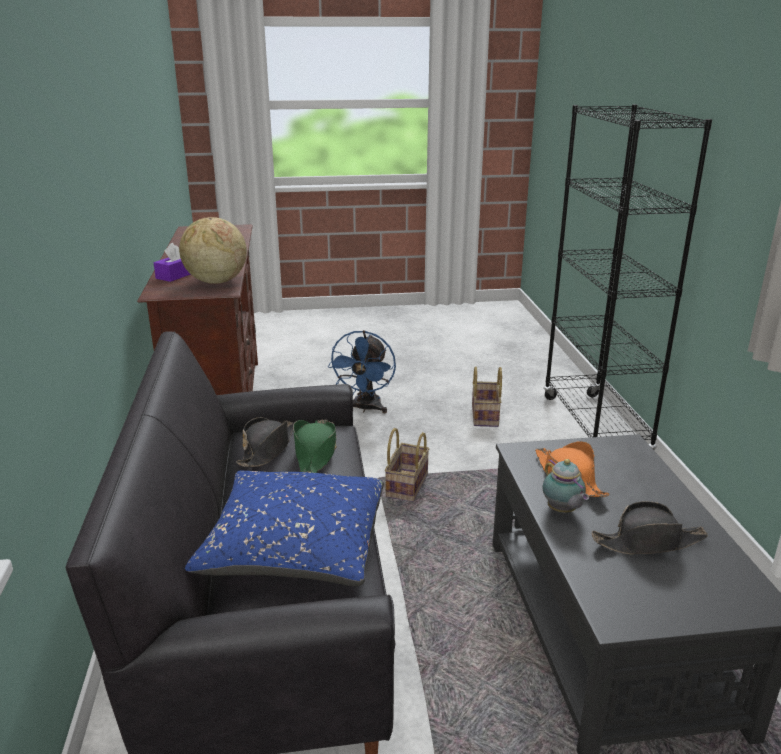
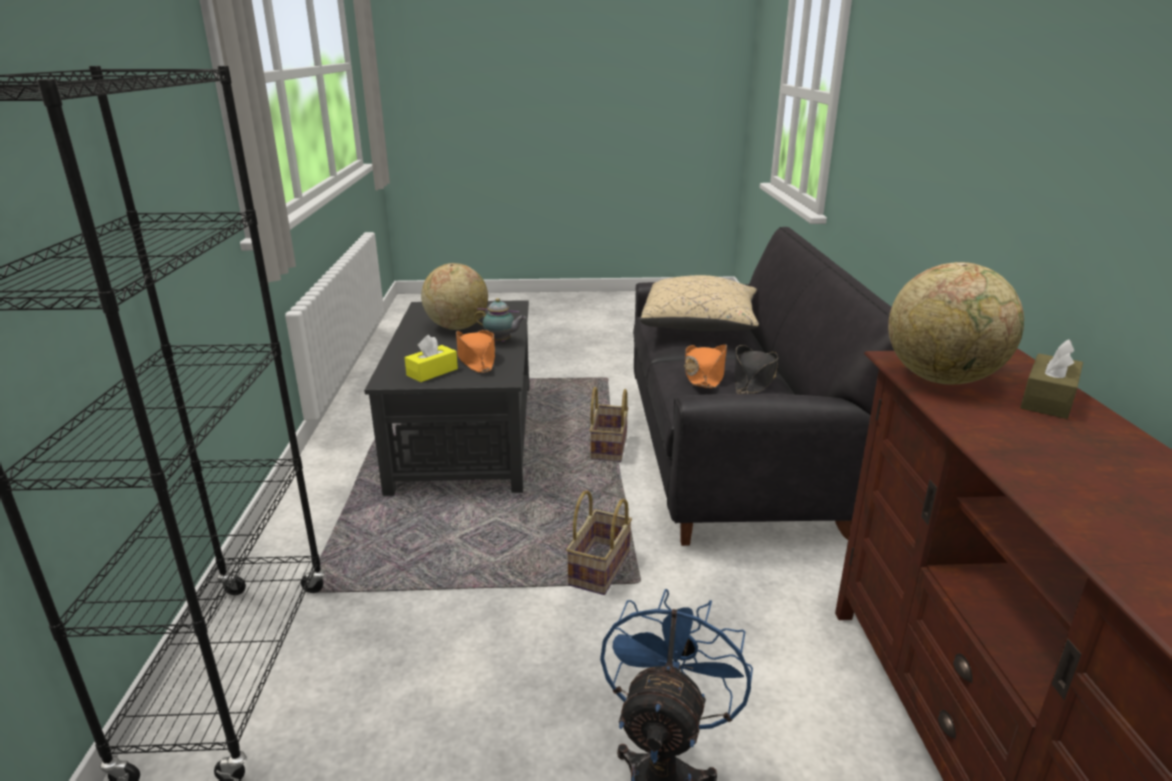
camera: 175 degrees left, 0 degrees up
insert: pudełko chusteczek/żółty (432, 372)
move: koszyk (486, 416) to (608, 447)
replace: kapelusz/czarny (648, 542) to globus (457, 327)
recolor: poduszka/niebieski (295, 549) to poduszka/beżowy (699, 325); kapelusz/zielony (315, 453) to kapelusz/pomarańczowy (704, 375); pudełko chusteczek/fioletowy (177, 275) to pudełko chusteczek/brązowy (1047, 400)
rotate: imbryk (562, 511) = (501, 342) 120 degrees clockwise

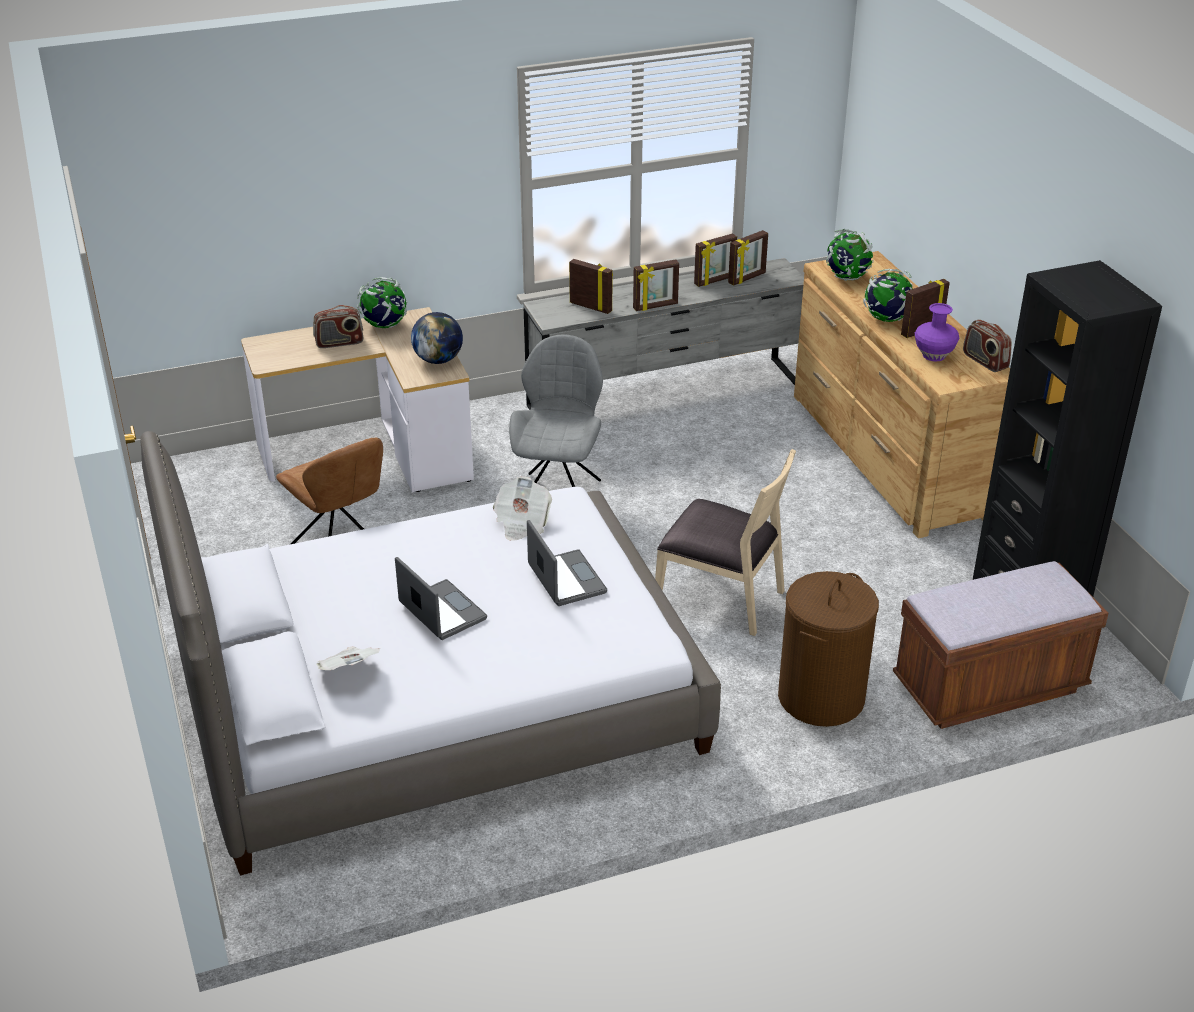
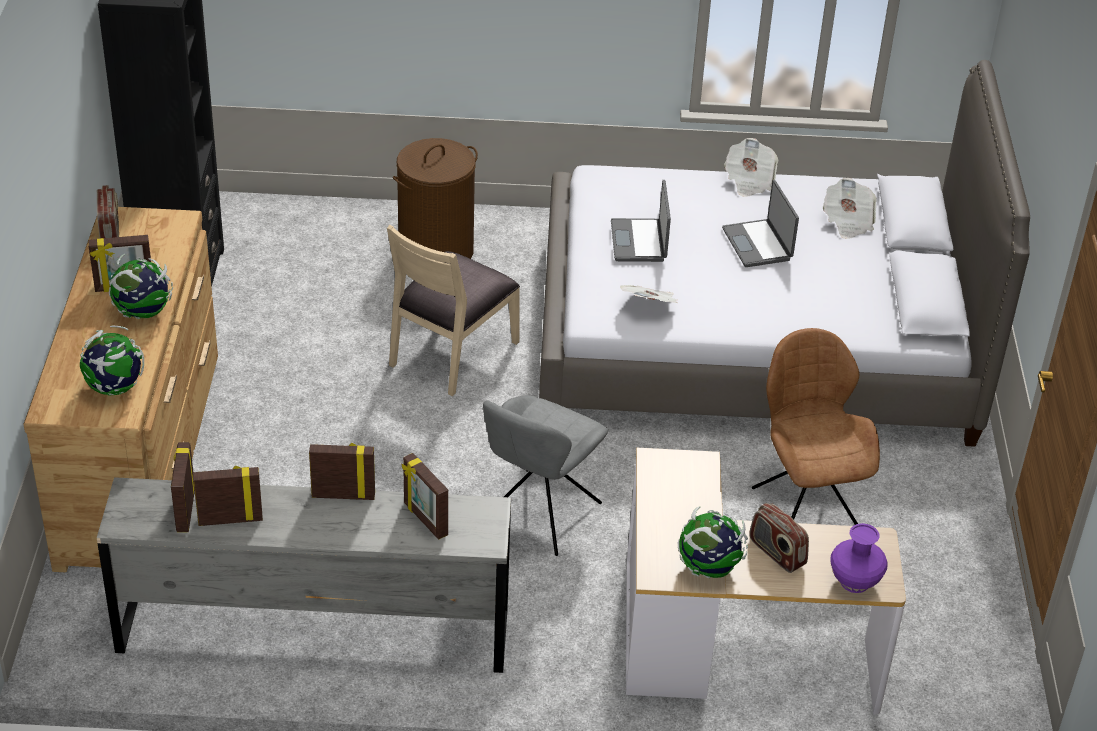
camera: 160 degrees left, 5 degrees up
delete: globus (438, 360); ławka/brązowy (989, 686)
insert: gazeta (749, 181)
move: wazon/fioletowy (934, 356) to (854, 581)
rotate: ramka na zdjęcie (747, 278) = (185, 510) 75 degrees counterclockwise; krzesło/beżowy (721, 598) = (451, 353) 105 degrees counterclockwise; radio (339, 342) = (776, 553) 135 degrees counterclockwise

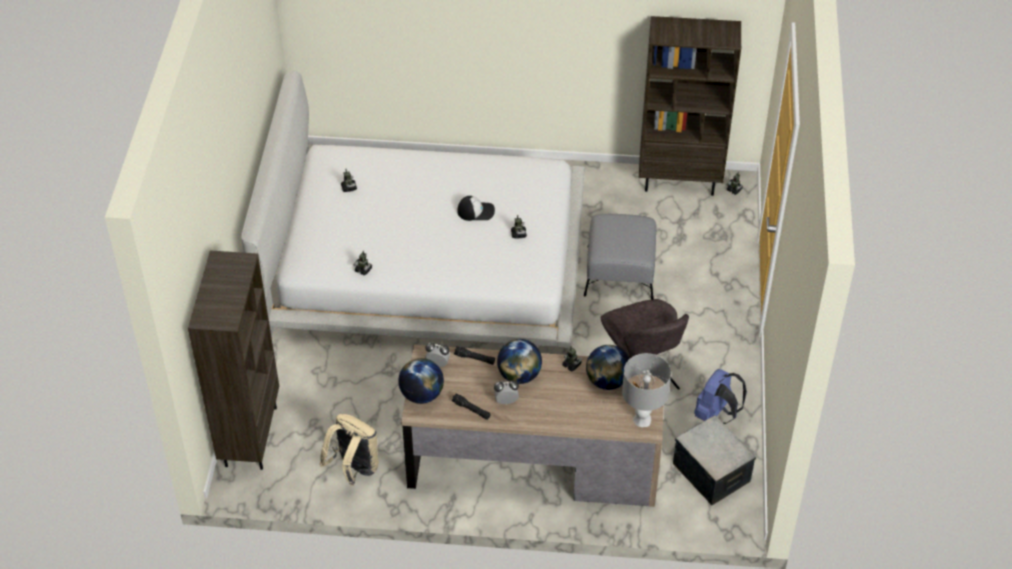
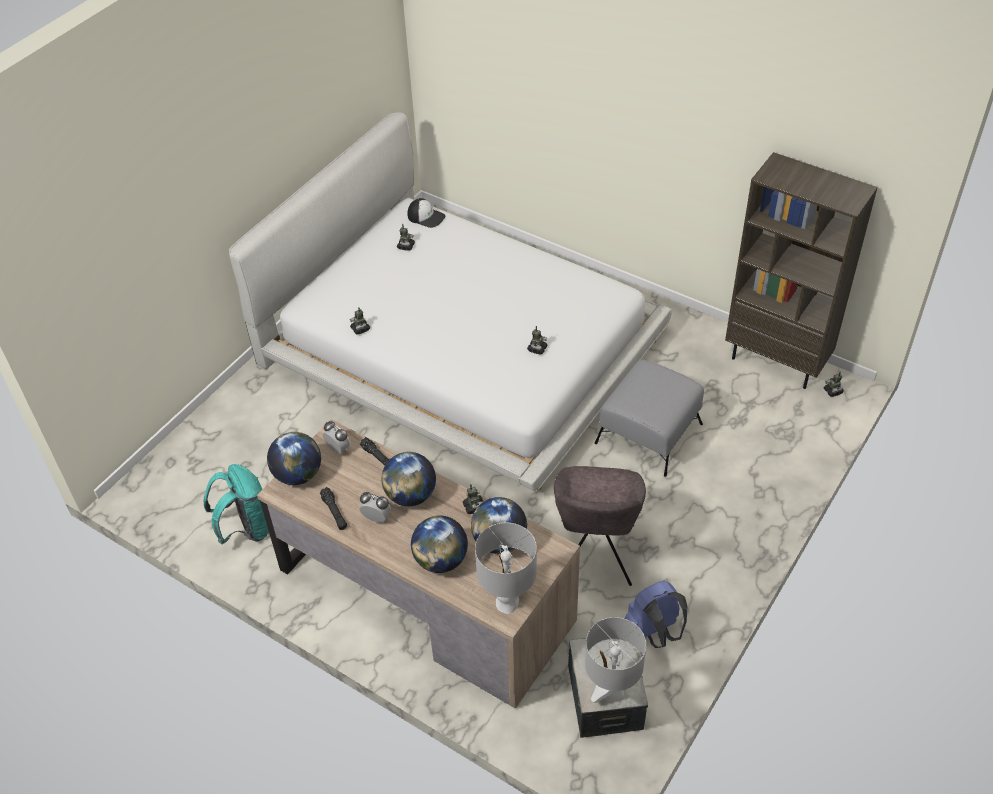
camera: 30 degrees right, 0 degrees up
delete: regał/brązowy (250, 436)
insert: globus (441, 560); lampa stołowa/szary (611, 691)
move: czapka z daszkiem (476, 211) to (426, 217)
recolor: plecak/beżowy (354, 469) to plecak/turkusowy (246, 528)

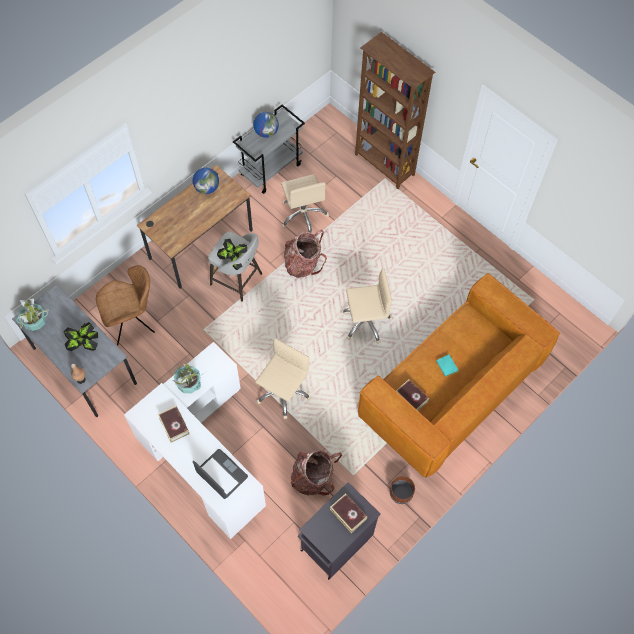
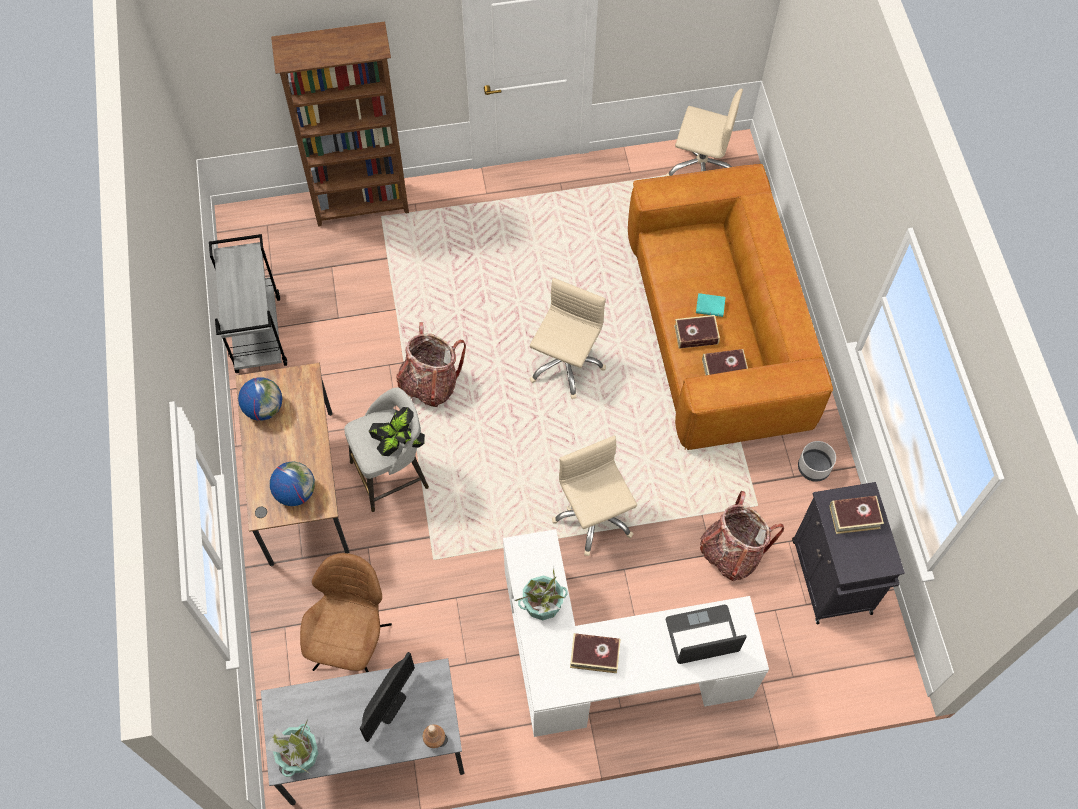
camera: 55 degrees left, 0 degrees up
insert: książka (696, 335)
move: globus (266, 132) to (295, 492); krzesło biurowe/beżowy (303, 215) to (700, 168)
replace: roślina doniczkowa (84, 345) to monitor (389, 705)
recolor: donica/brązowy (401, 493) to donica/szary (814, 467)

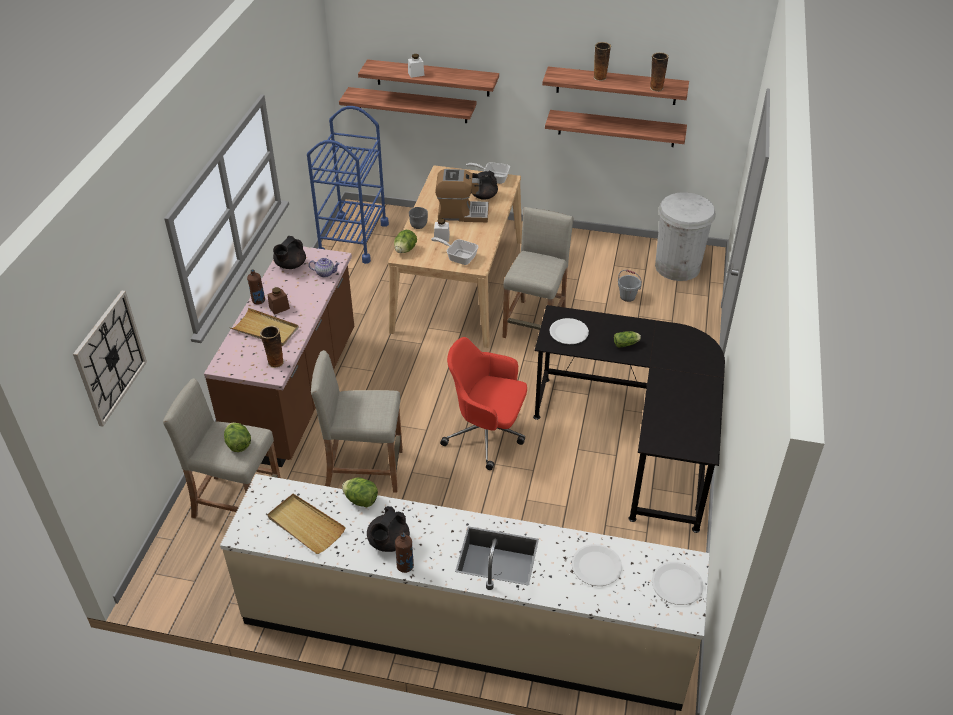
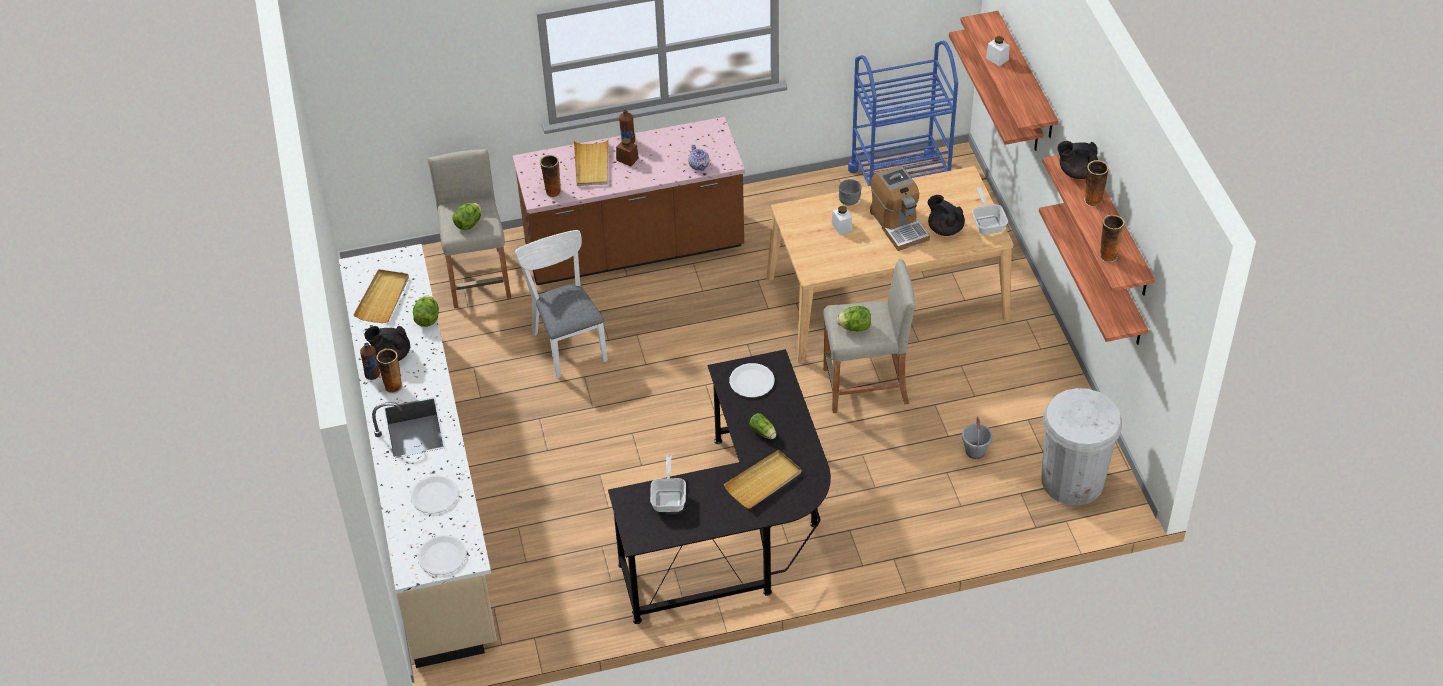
camera: 65 degrees right, 5 degrees up
delete: zegar ścienny (110, 358); krzesło biurowe/czerwony (487, 435)
insert: wazon (393, 386); taca/beżowy (763, 481)
move: patelnia (458, 257) to (669, 498); sałata (405, 250) to (855, 327); imbryk/czarny (290, 265) to (1076, 172)
replace: stołek/beżowy (364, 469) to krzesło/biały (567, 342)

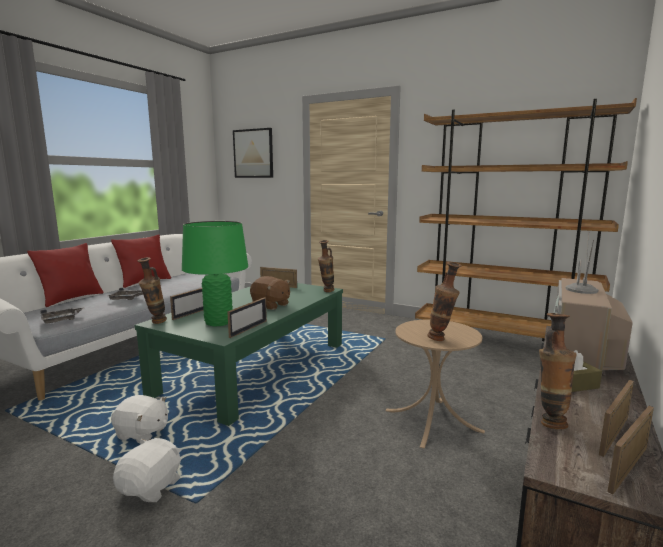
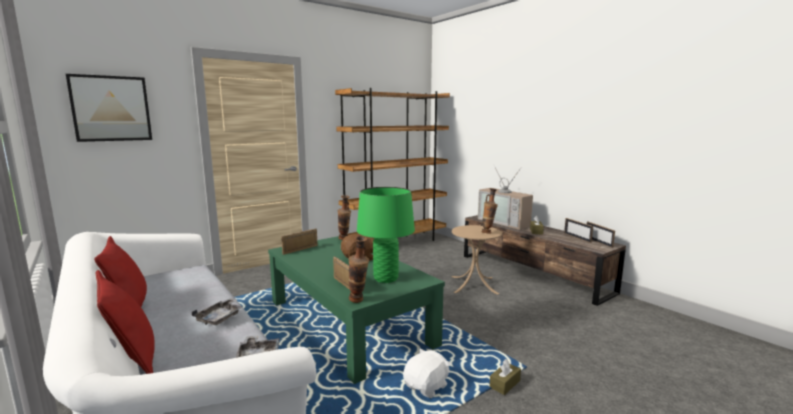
camera: 65 degrees left, 0 degrees up
delete: ramka na zdjęcie (248, 329); wazon (550, 421)
replace: pluszak/biały (151, 487) to pudełko chusteczek/brązowy (505, 384)

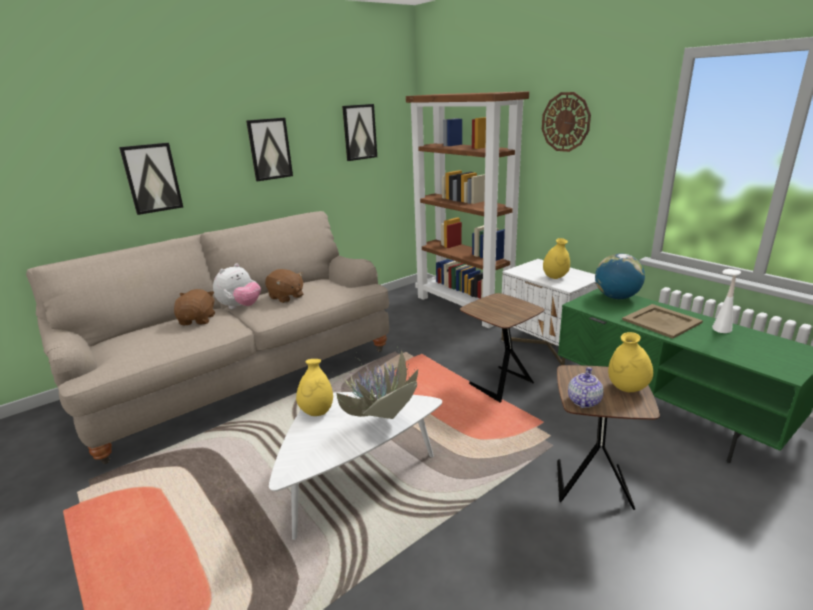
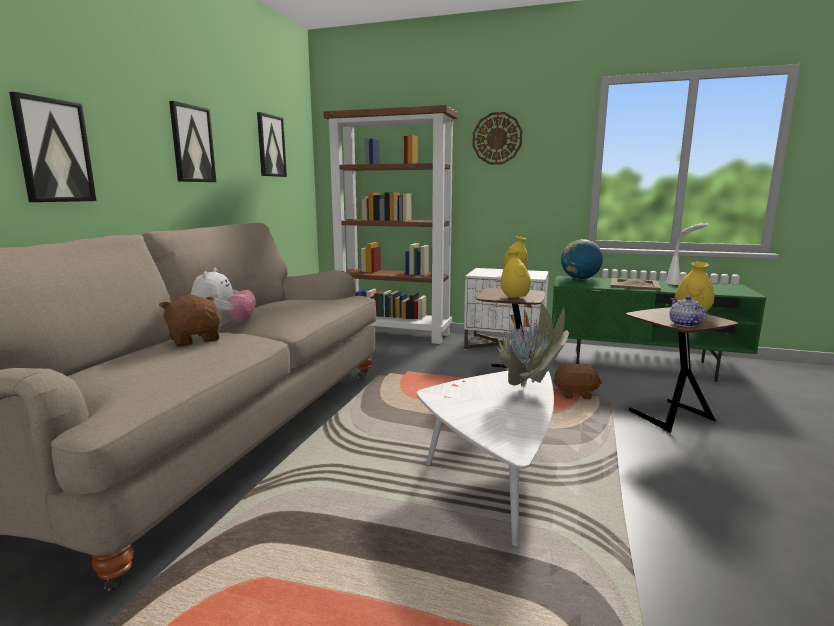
camera: 35 degrees left, 10 degrees down
move: wazon/żółty (317, 411) to (514, 298); pluszak/brązowy (286, 297) to (575, 394)

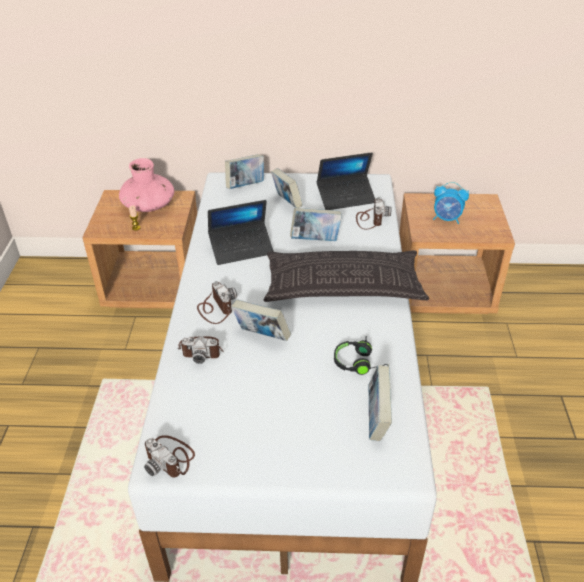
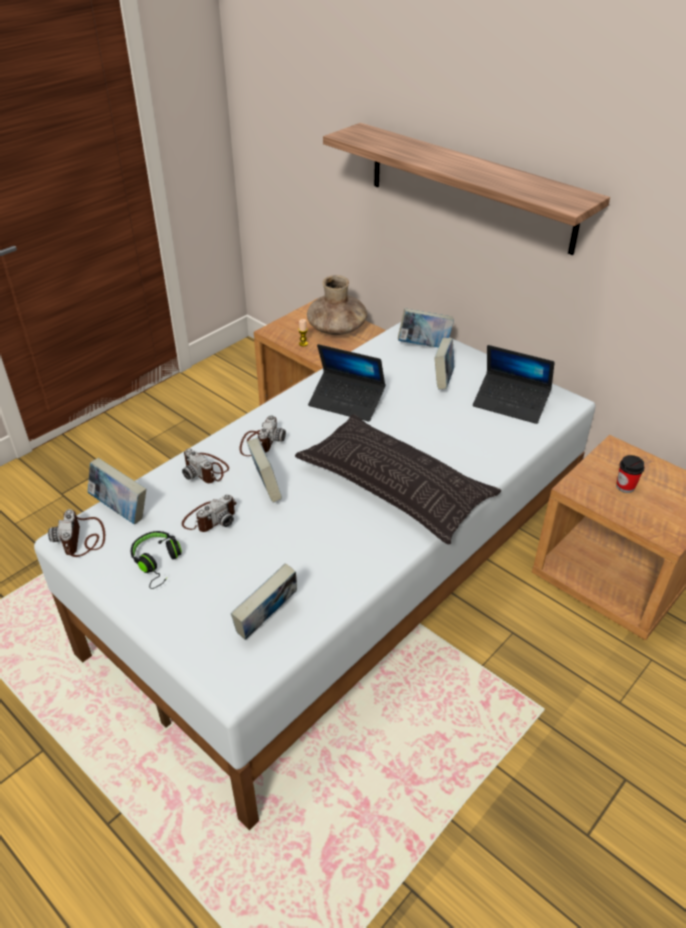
camera: 40 degrees right, 0 degrees up
insert: półka (470, 187)
move: książka (315, 240) to (121, 510); słuchawki/czarny (360, 364) to (158, 563); aparat fotograficzny (370, 219) to (210, 518)
replace: budzik (447, 219) to filiżanka (625, 486)
recolor: wazon/różowy (149, 205) to wazon/brązowy (337, 329)

